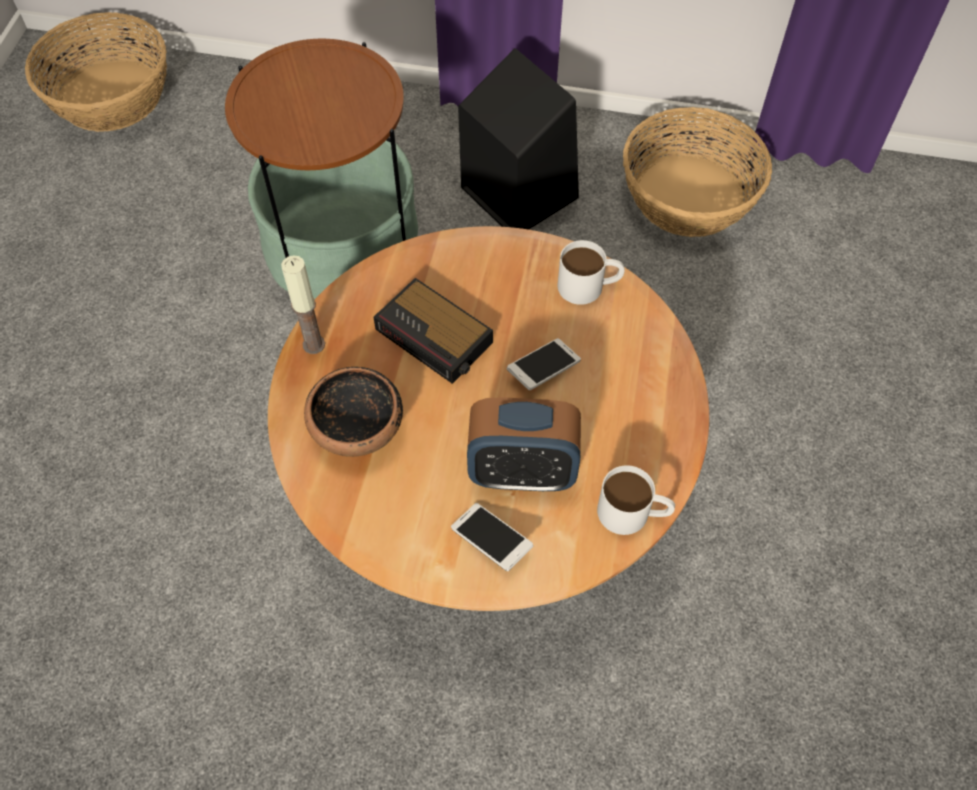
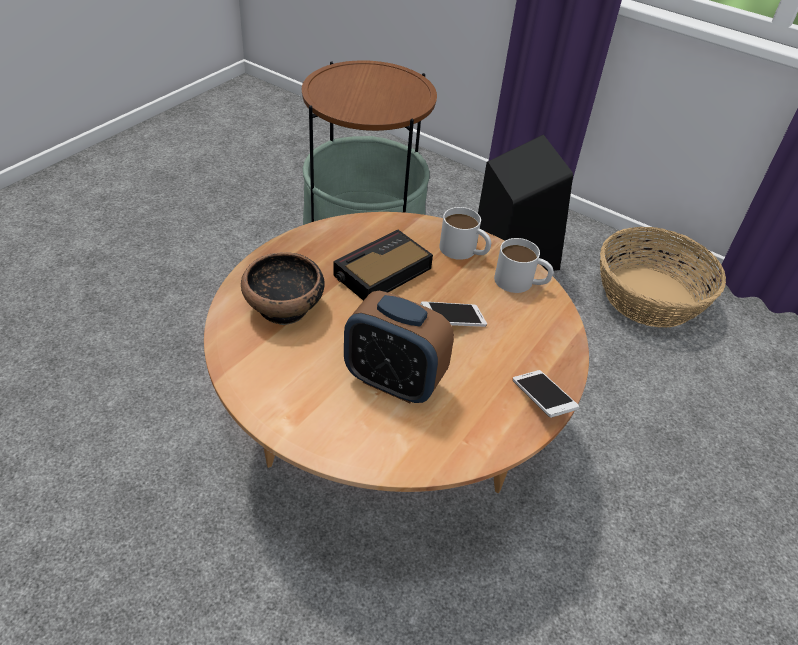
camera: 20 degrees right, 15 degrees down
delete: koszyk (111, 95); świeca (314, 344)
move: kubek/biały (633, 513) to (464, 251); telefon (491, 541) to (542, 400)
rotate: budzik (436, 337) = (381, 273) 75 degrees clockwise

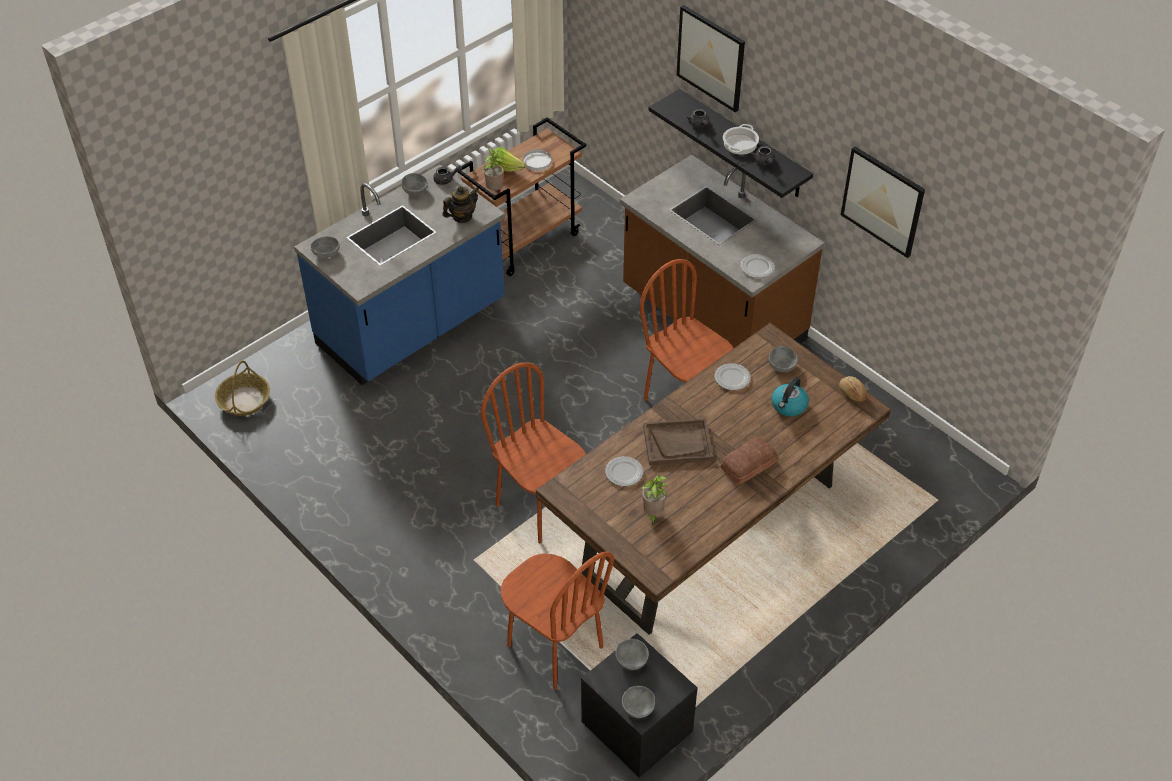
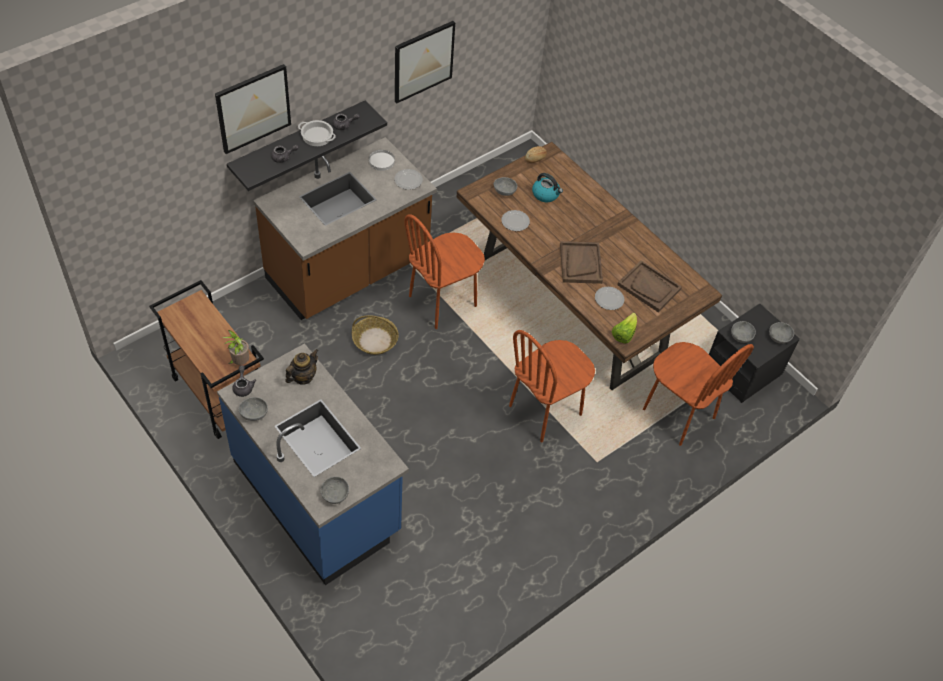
camera: 90 degrees left, 5 degrees up
delete: chleb (747, 465)
move: koszyk (244, 400) to (374, 340); talerz/biały (537, 161) to (381, 161); sałata (506, 169) to (624, 334)
replace: roślina doniczkowa (652, 514) to taca/brązowy (649, 287)
rotate: imbryk (462, 217) = (303, 377) 75 degrees clockwise; krzesło/brązowy (554, 647) = (678, 414) 90 degrees clockwise

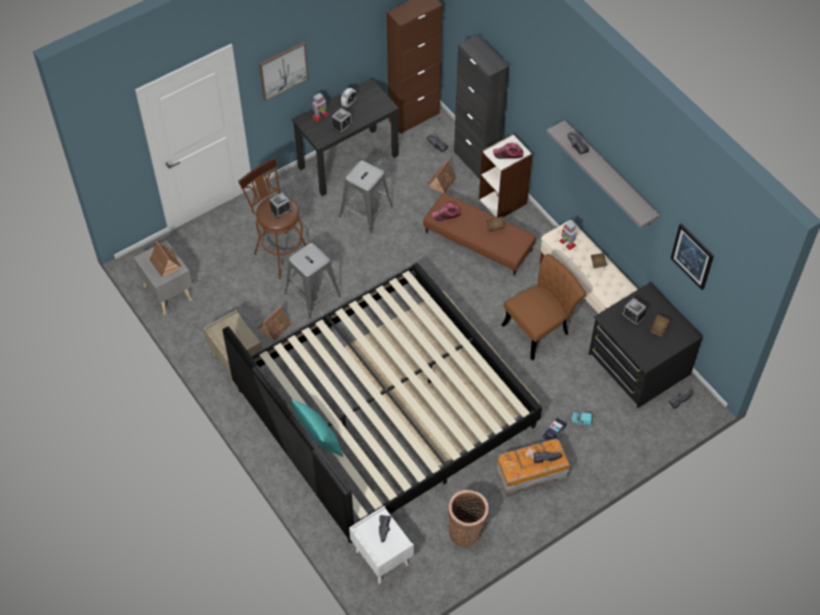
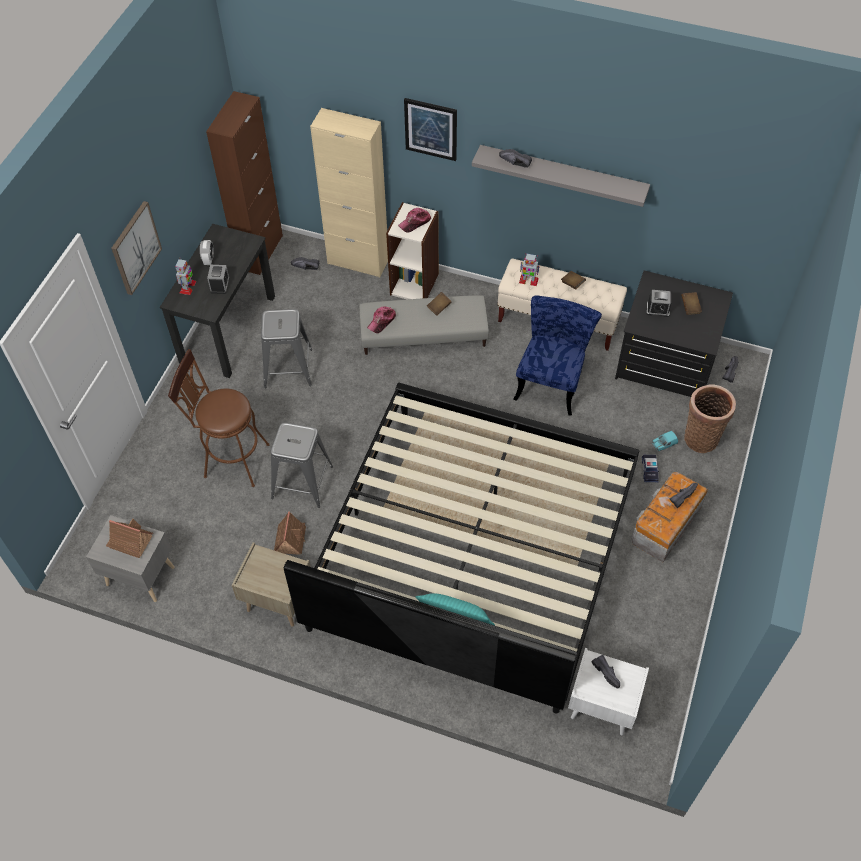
camera: 35 degrees left, 0 degrees up
delete: budzik (281, 210); domek (442, 181)
move: obraz (692, 256) to (431, 129); koszyk (466, 532) to (701, 436)
recolor: szafka/czarny (476, 162) to szafka/beżowy (358, 261); pufa/brązowy (478, 241) to pufa/szary (423, 334); krzesło/brązowy (540, 328) to krzesło/niebieski (552, 380)

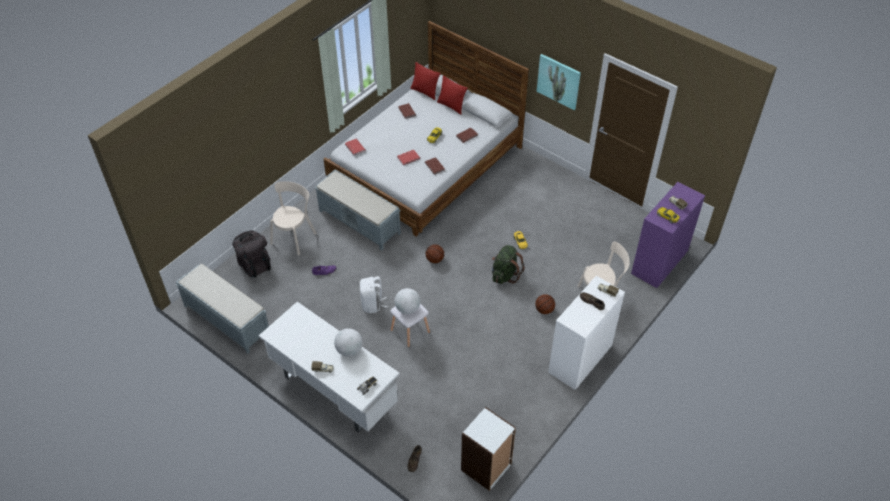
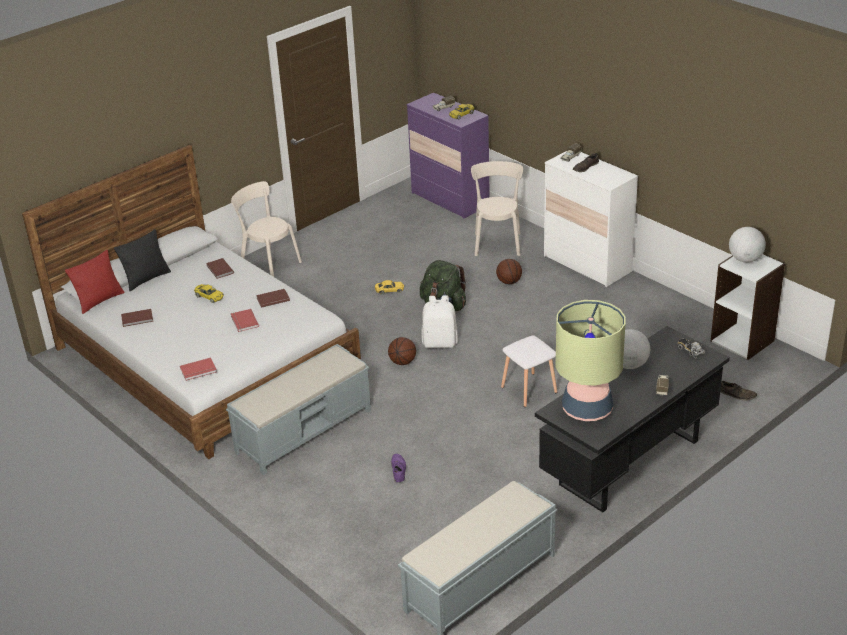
camera: 80 degrees left, 15 degrees down
delete: plecak/czarny (254, 264); obraz (558, 81)
insert: lampa stołowa (587, 409)
move: krzesło/beżowy (294, 237) to (268, 265); plecak/biały (372, 304) to (440, 342); globus (407, 309) to (745, 259)
recolor: poduszka/czerwony (451, 106) to poduszka/czarny (147, 279); biurko/biały (333, 392) to biurko/czarny (629, 463)

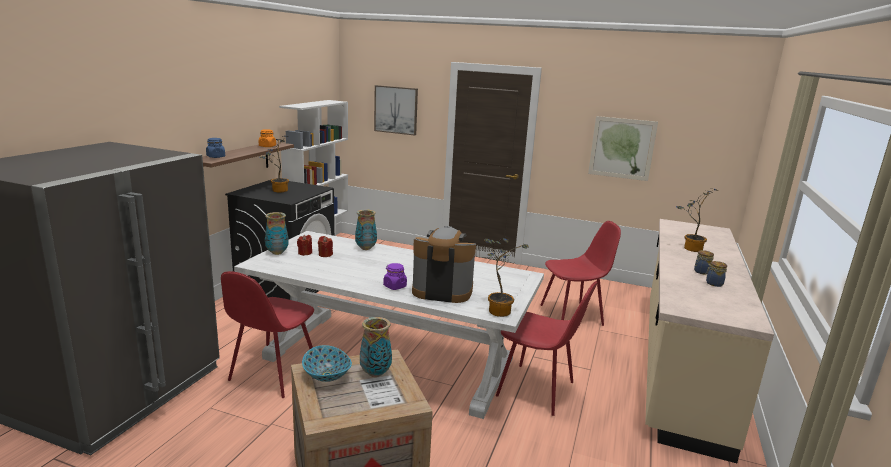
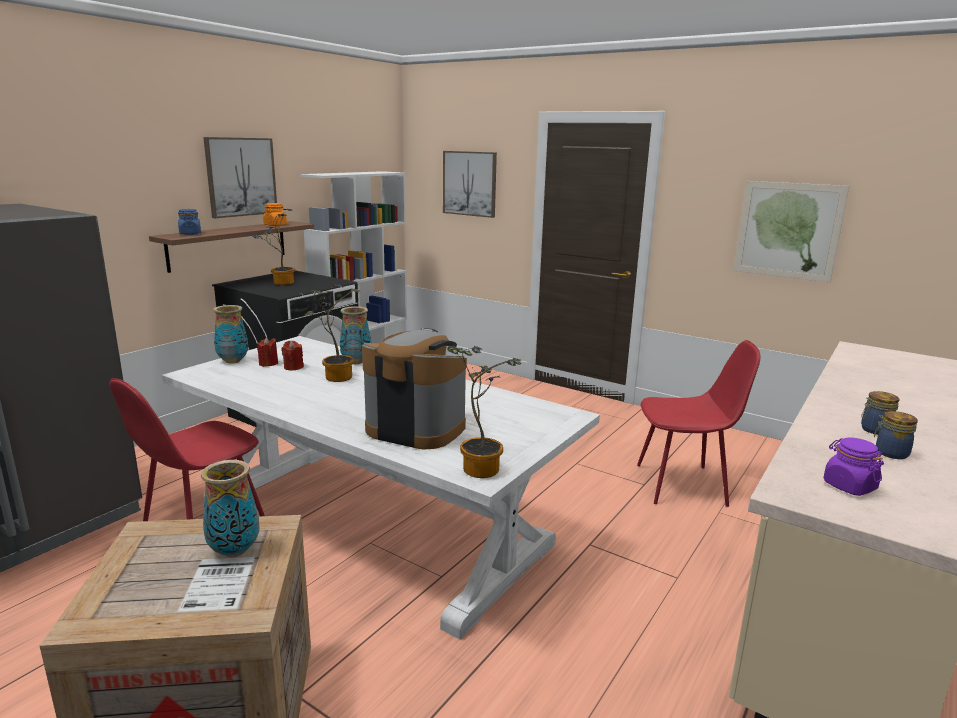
camera: 15 degrees right, 0 degrees up
delete: miska (327, 375); krzesło/czerwony (538, 390)
insert: obraz (241, 177)
move: roślina doniczkowa (690, 248) to (335, 376); słoik/fioletowy (394, 286) to (849, 486)

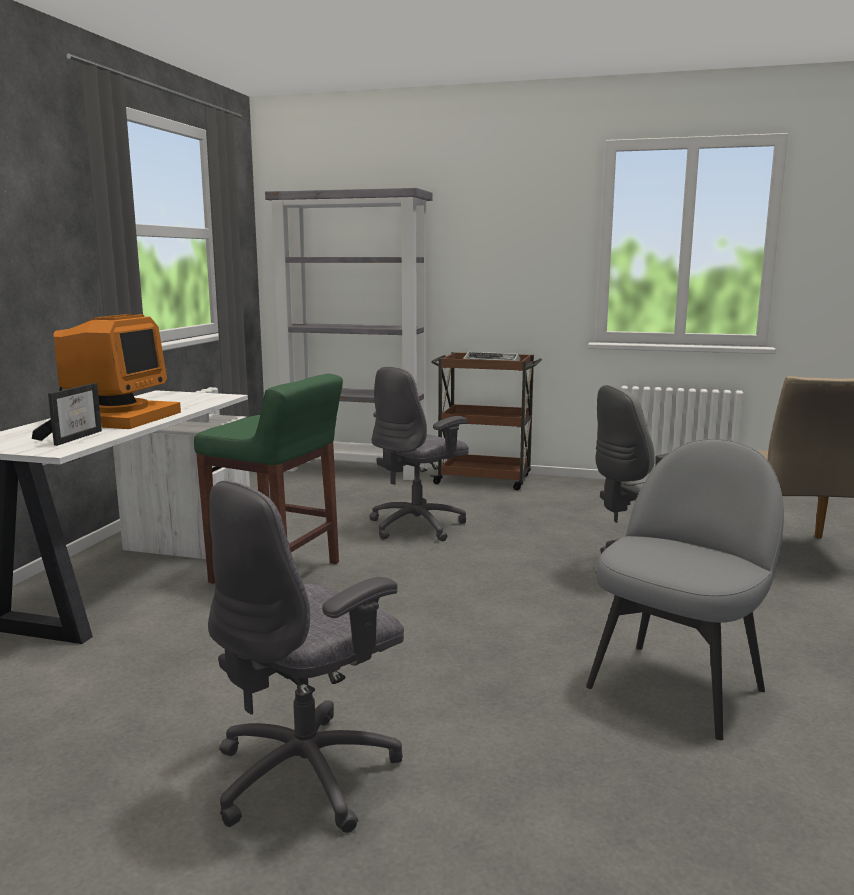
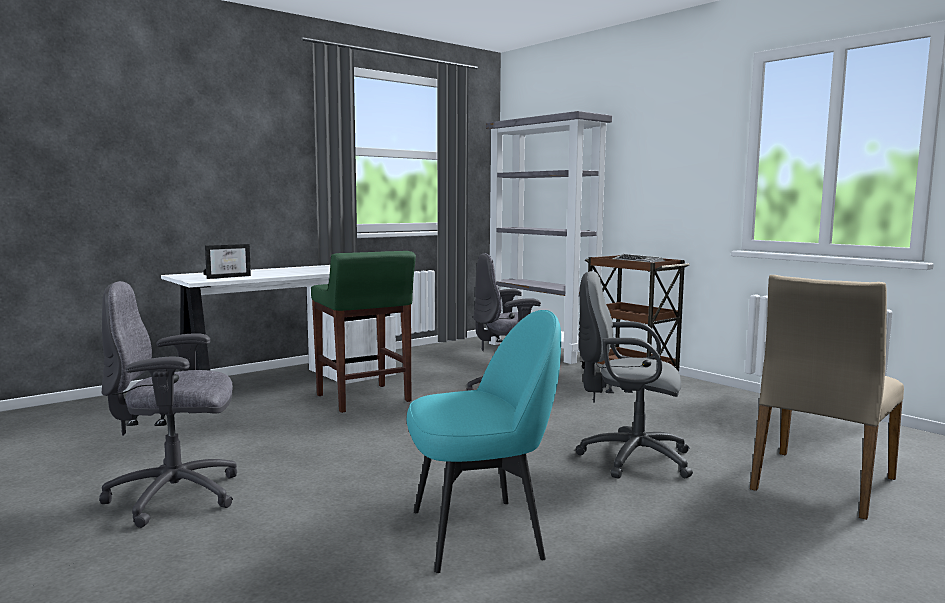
camera: 35 degrees right, 5 degrees down
delete: monitor (116, 417)
recolor: krzesło/szary (677, 686) to krzesło/turkusowy (480, 533)

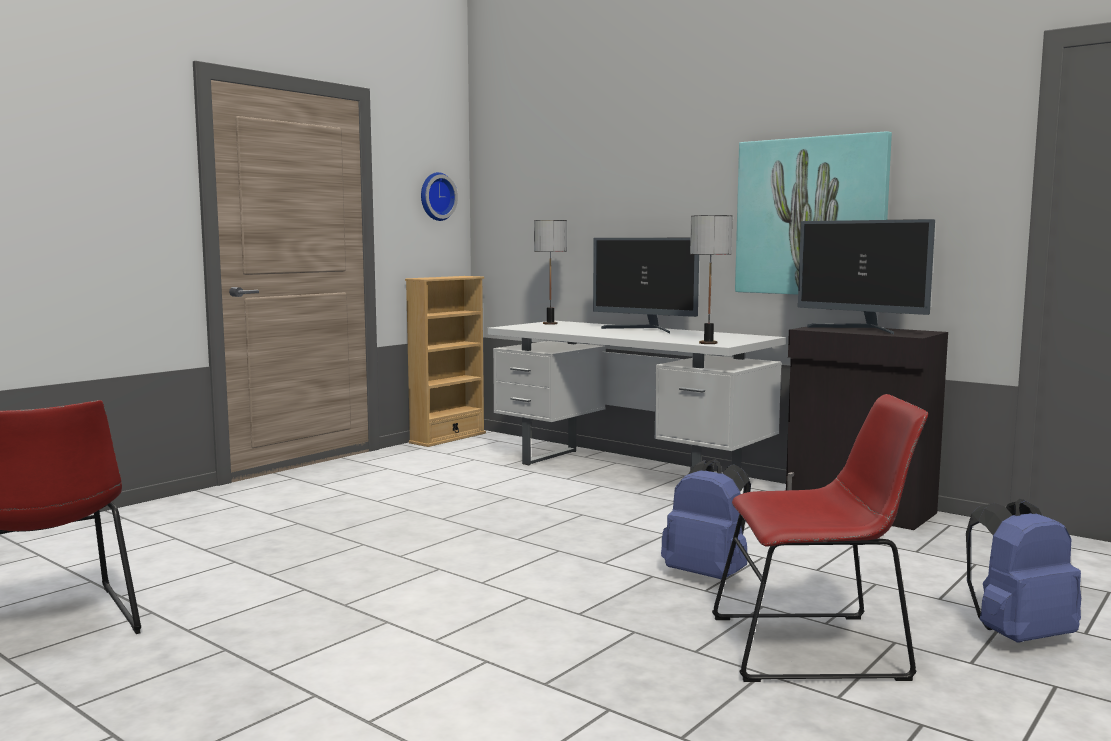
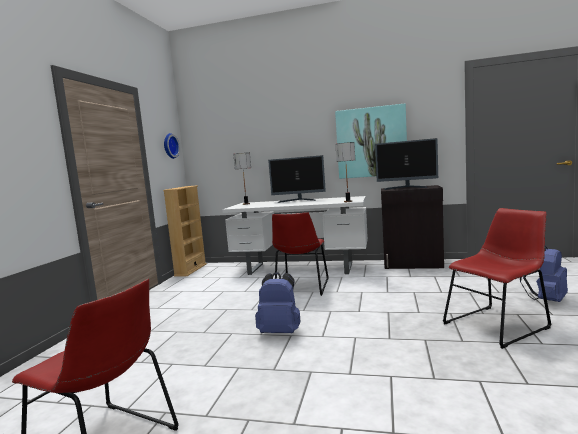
camera: 25 degrees left, 0 degrees up
insert: krzesło/czerwony (302, 288)
move: plecak/niebieski (708, 575) to (280, 331)

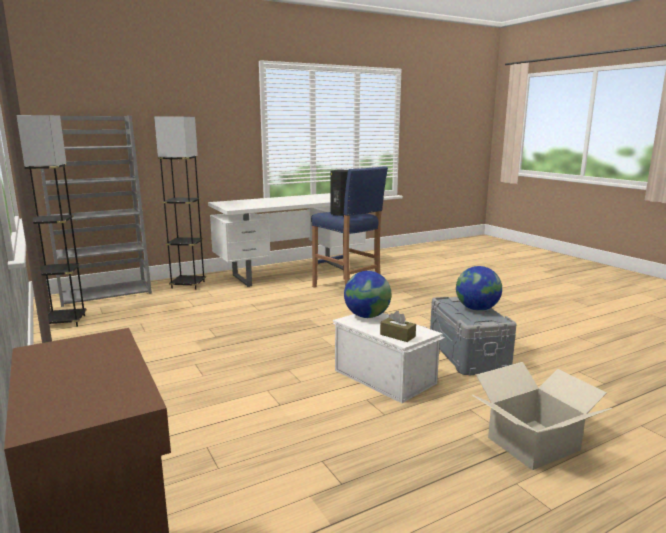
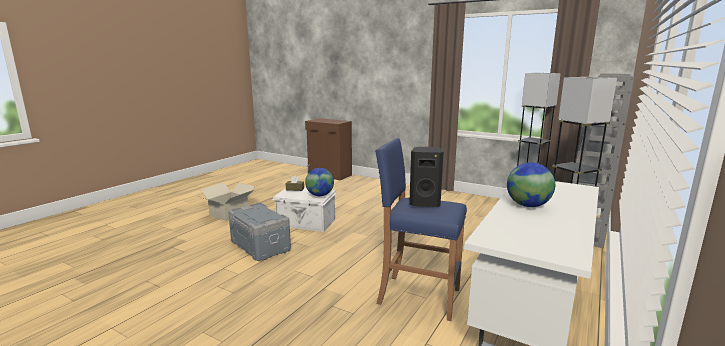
camera: 150 degrees right, 0 degrees up
move: globus (477, 309) to (528, 205)

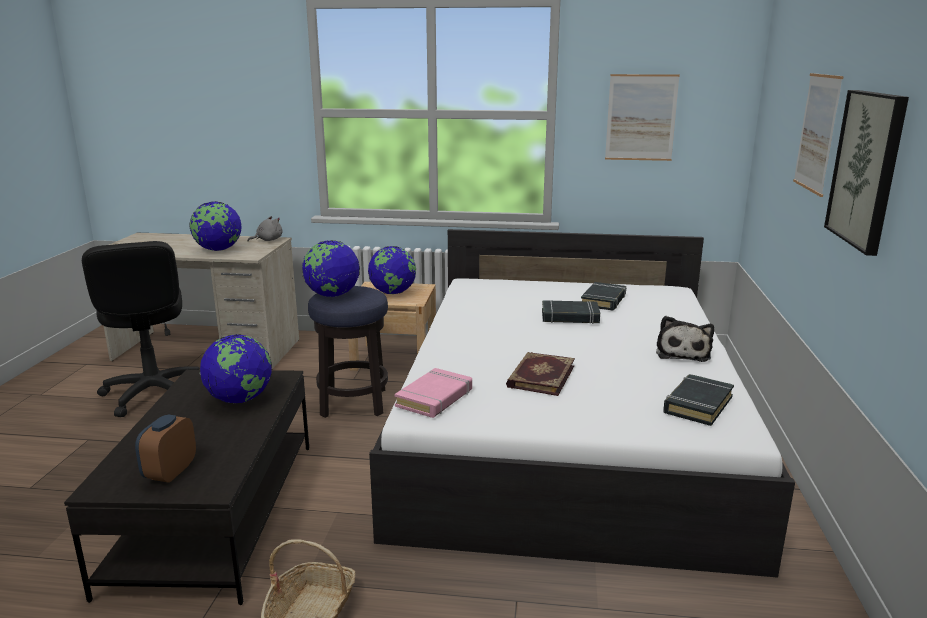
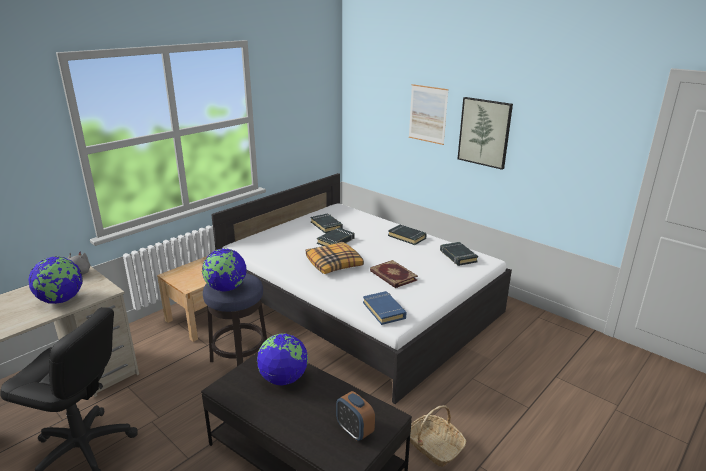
camera: 55 degrees left, 5 degrees up
delete: globus (393, 293); obraz (641, 117)
insert: poduszka (334, 264)
replace: pluszak (682, 352) to książka/czarny (407, 237)
recolor: książka/różowy (435, 398) to książka/niebieski (384, 310)

